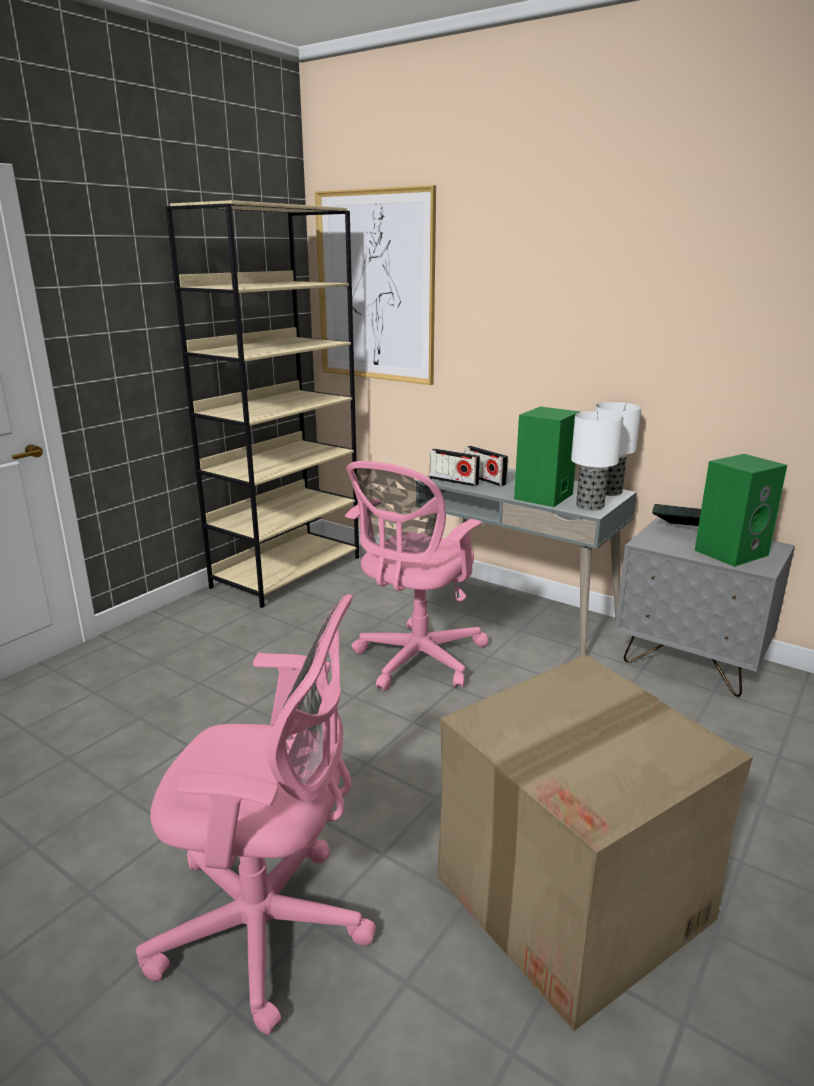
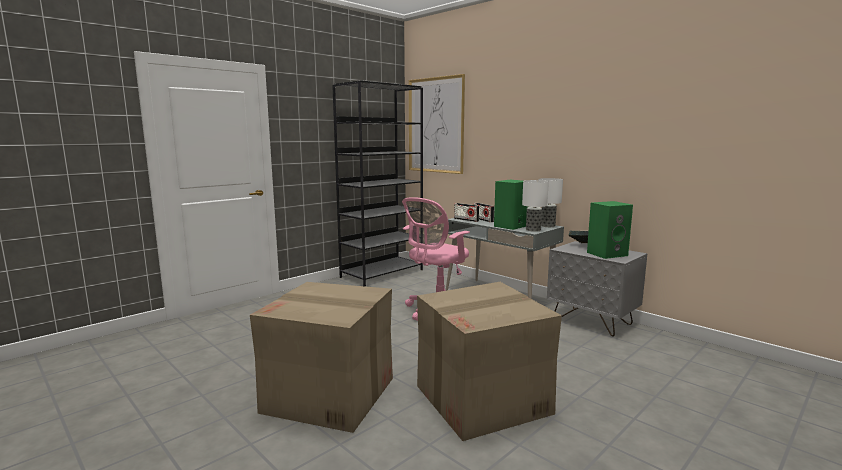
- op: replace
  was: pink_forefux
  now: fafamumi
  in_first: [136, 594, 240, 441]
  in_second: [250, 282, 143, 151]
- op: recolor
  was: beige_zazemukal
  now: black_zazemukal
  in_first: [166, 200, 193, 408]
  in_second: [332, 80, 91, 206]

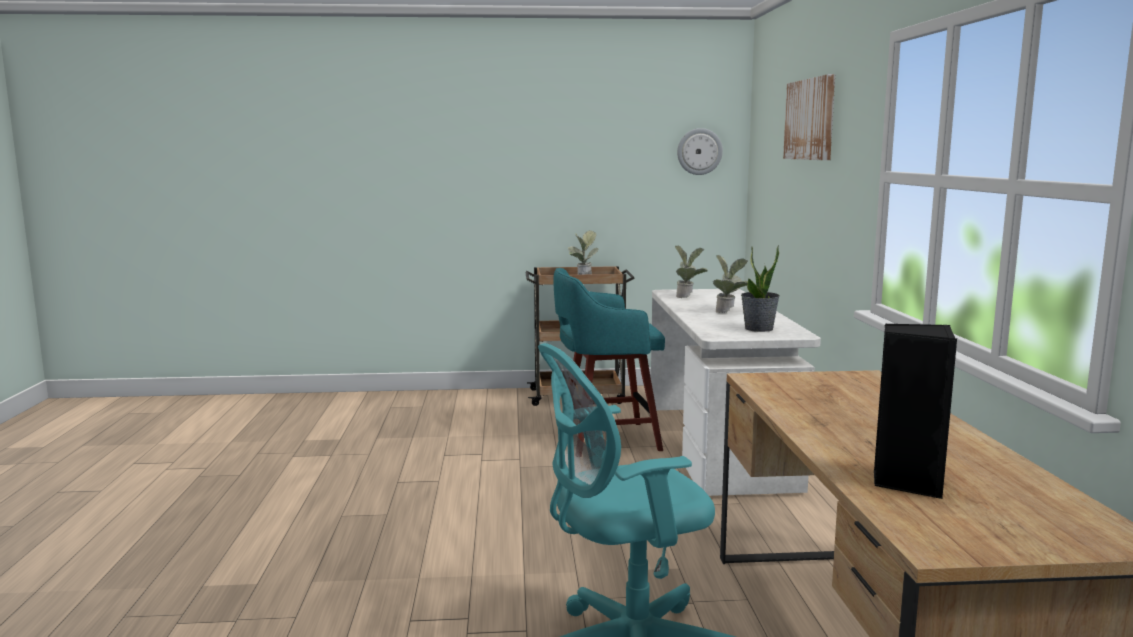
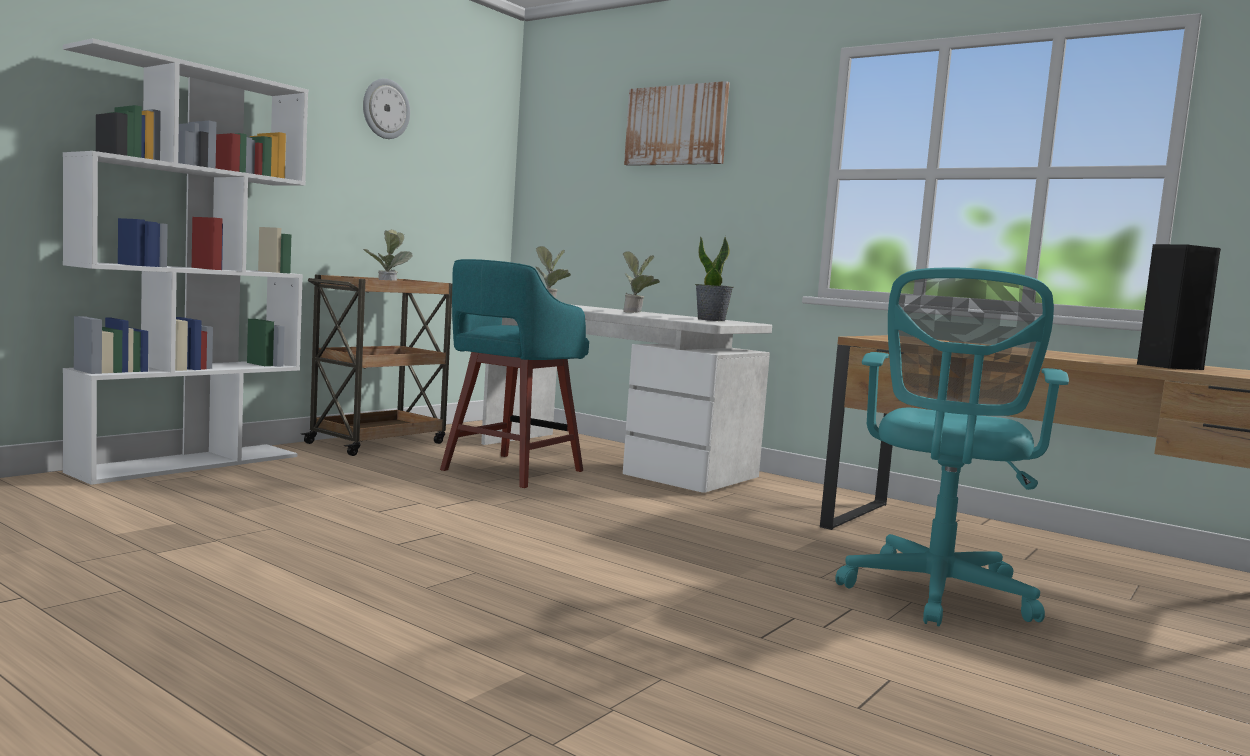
- op: insert
  now: white_zazemukal
  in_second: [63, 38, 245, 447]
- op: move
  was: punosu
  in_first: [677, 128, 46, 47]
  in_second: [363, 78, 47, 61]

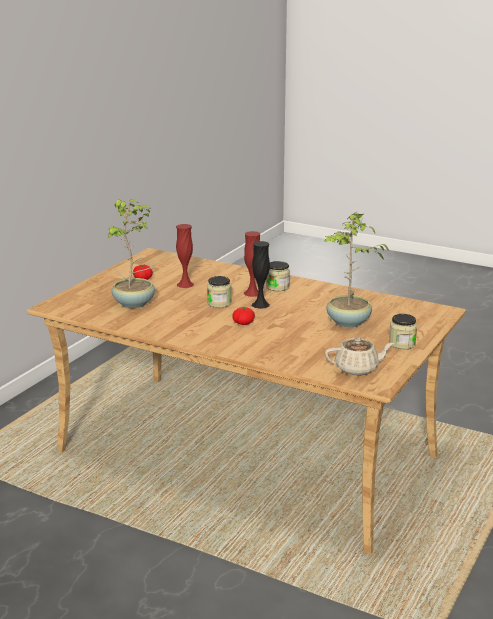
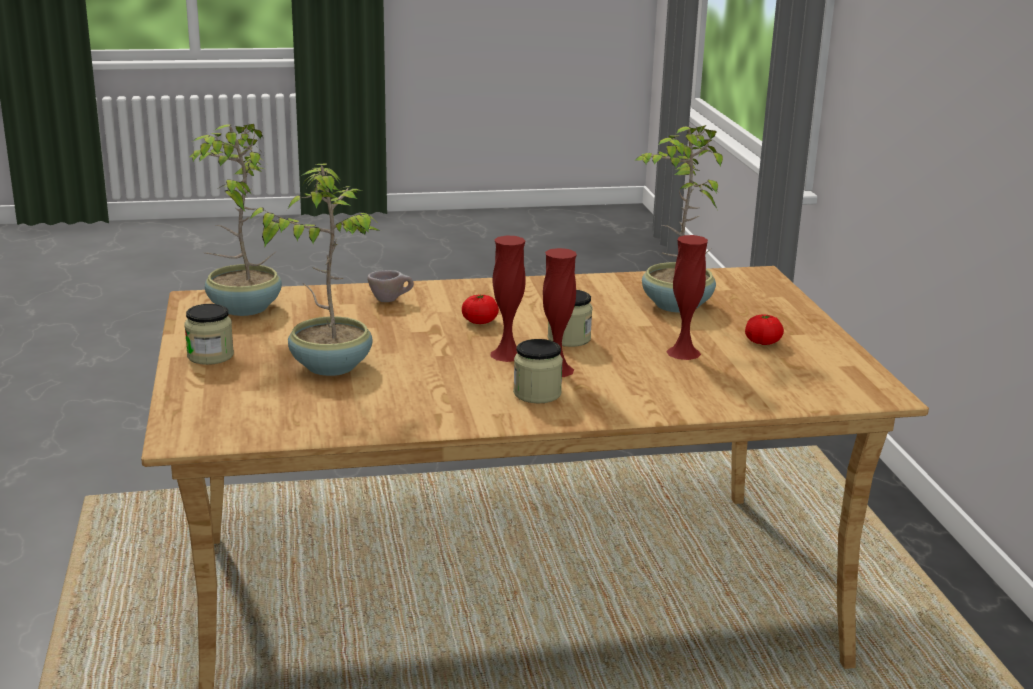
- op: replace
  was: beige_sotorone
  now: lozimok
  in_first: [325, 337, 69, 39]
  in_second: [190, 124, 92, 192]
- op: insert
  now: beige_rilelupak
  in_second: [367, 270, 47, 32]
- op: recolor
  was: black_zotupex
  now: red_zotupex
  in_first: [252, 241, 18, 68]
  in_second: [490, 236, 36, 126]

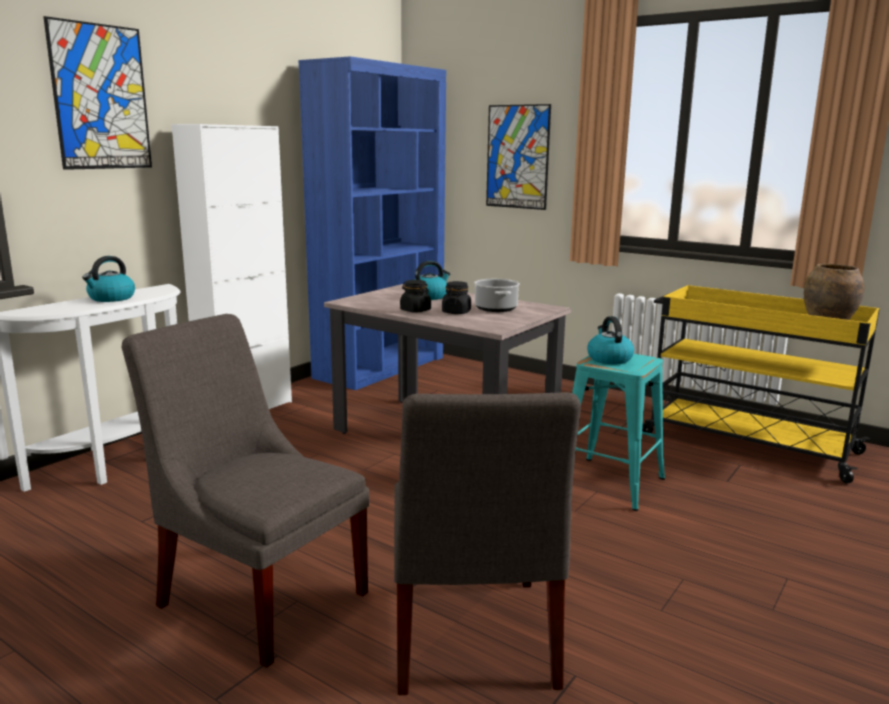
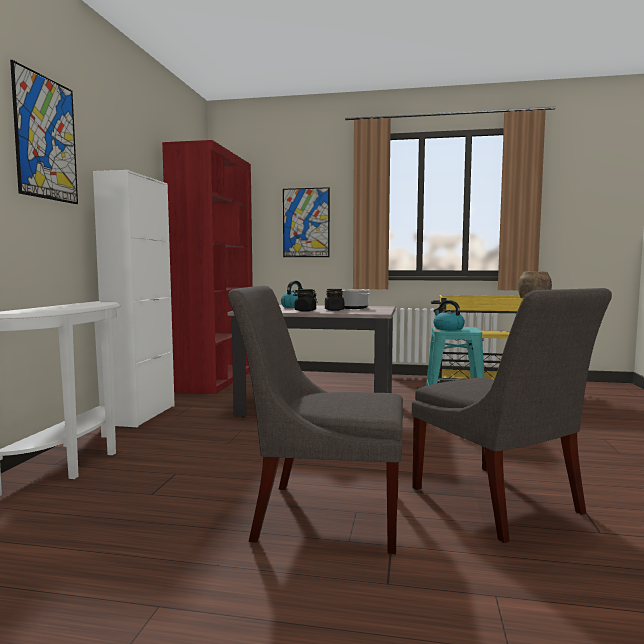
- op: recolor
  was: blue_zazemukal
  now: red_zazemukal
  in_first: [298, 56, 148, 334]
  in_second: [162, 140, 91, 254]
- op: delete
  was: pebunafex
  in_first: [82, 256, 53, 46]

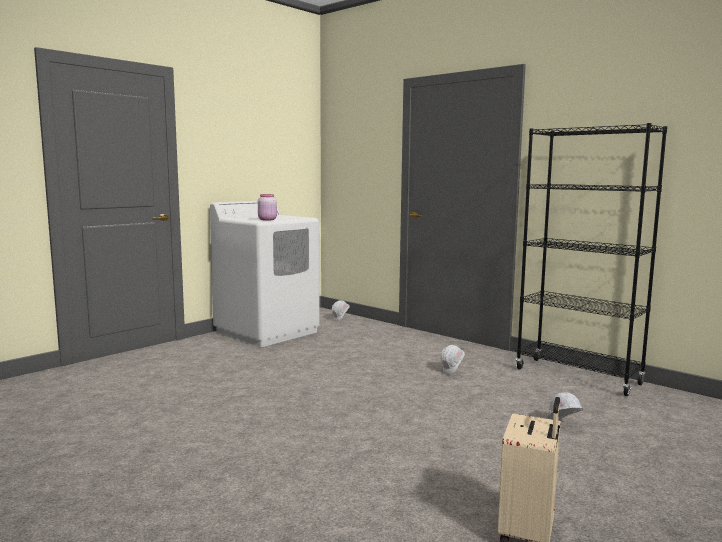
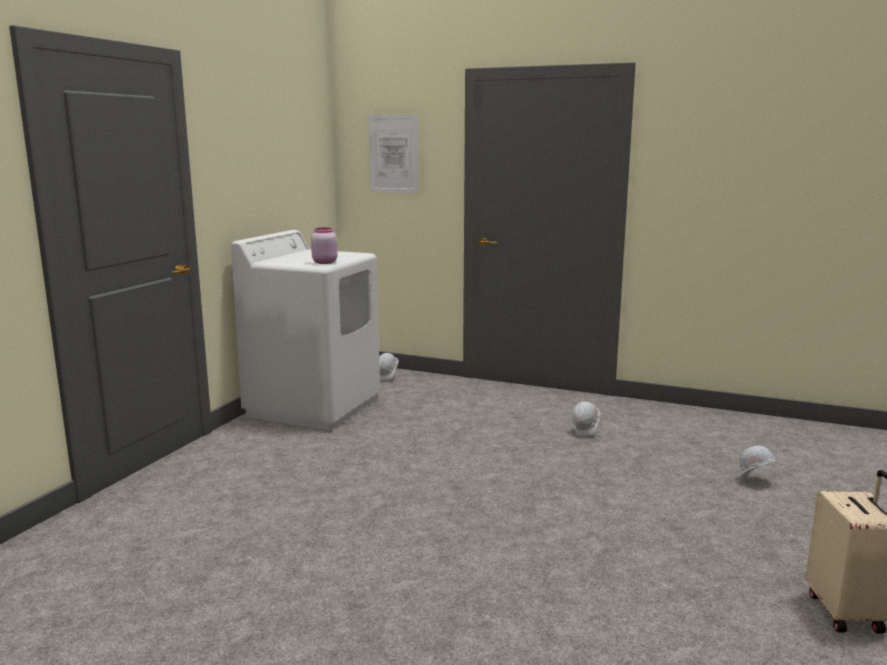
- op: insert
  now: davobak
  in_second: [368, 114, 51, 79]
- op: delete
  was: black_zazemukal
  in_first: [516, 123, 151, 273]

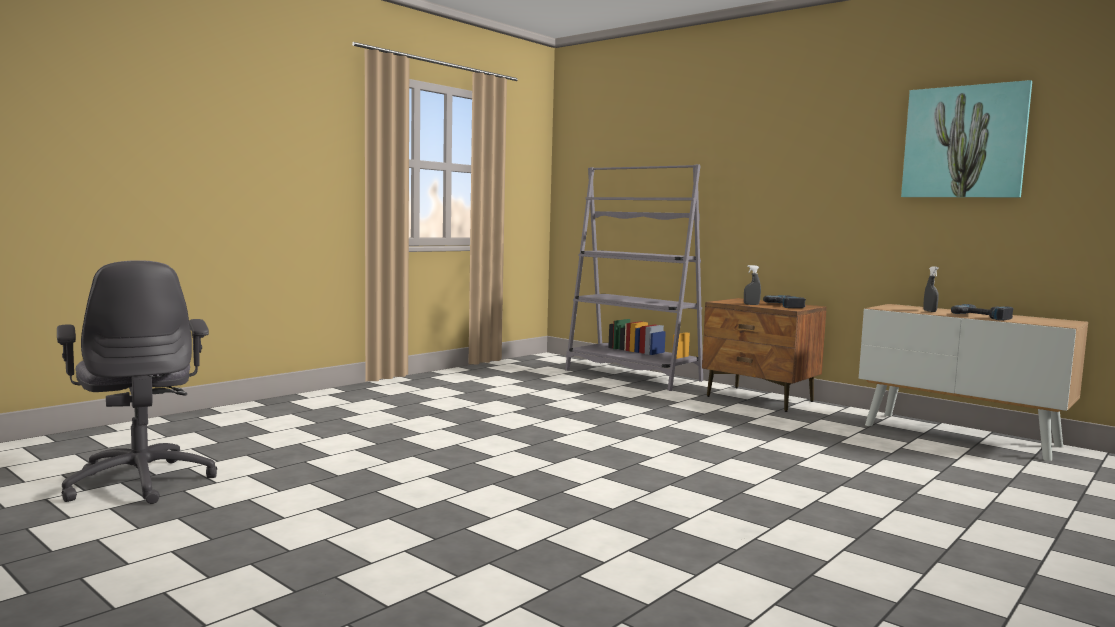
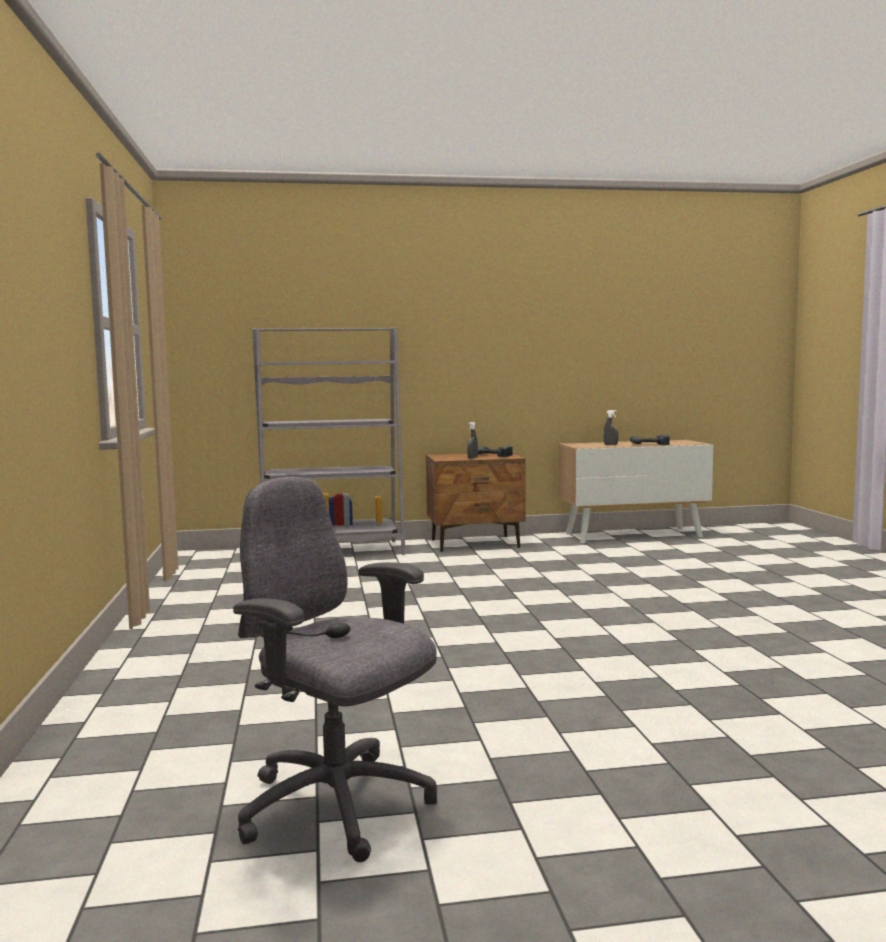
- op: rotate
  was: grey_forefux
  in_first: [57, 260, 160, 244]
  in_second: [233, 477, 204, 385]
  clockwise: -150
- op: delete
  was: davobak
  in_first: [901, 80, 131, 117]

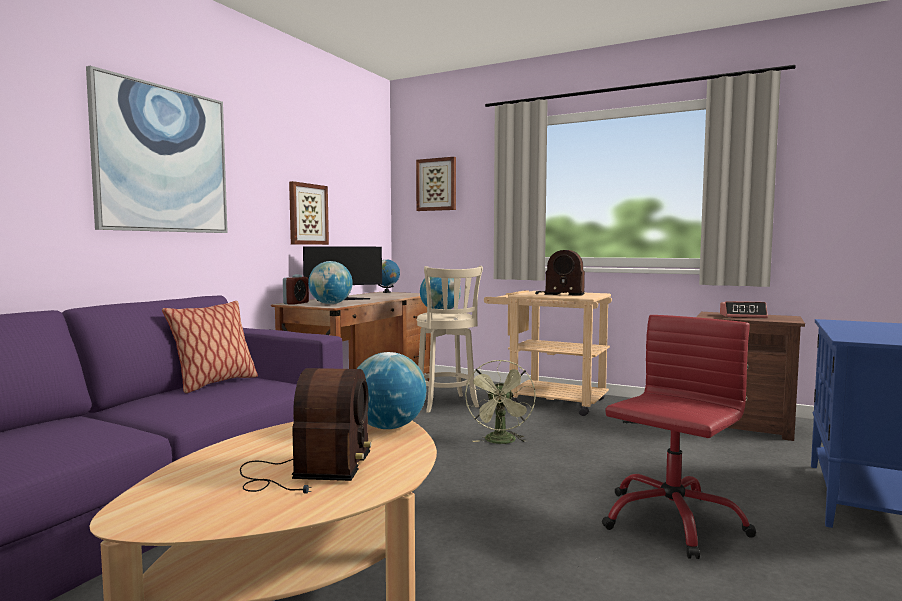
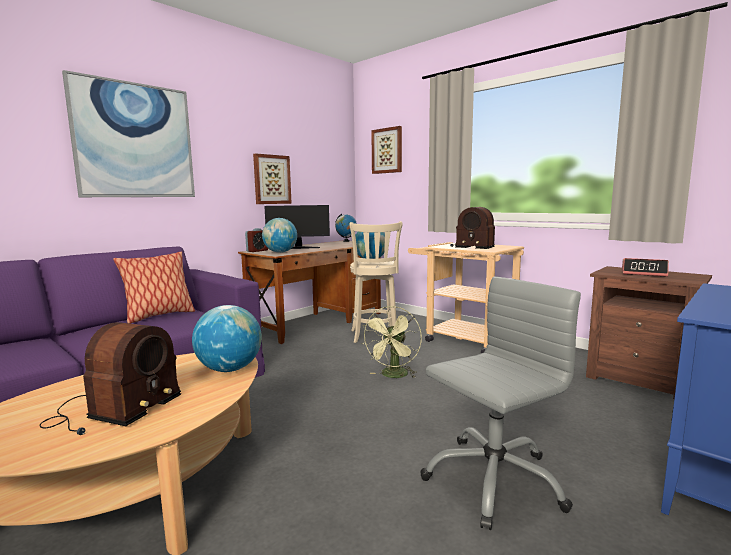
- op: recolor
  was: red_forefux
  now: grey_forefux
  in_first: [602, 315, 154, 244]
  in_second: [420, 276, 161, 254]

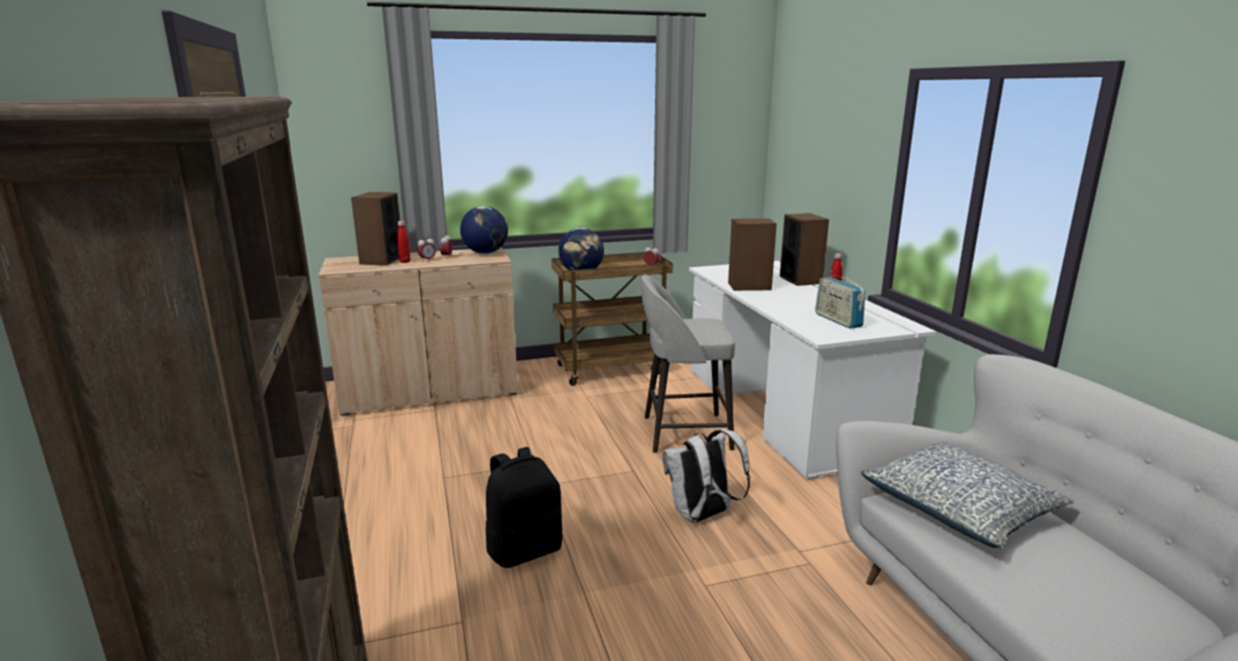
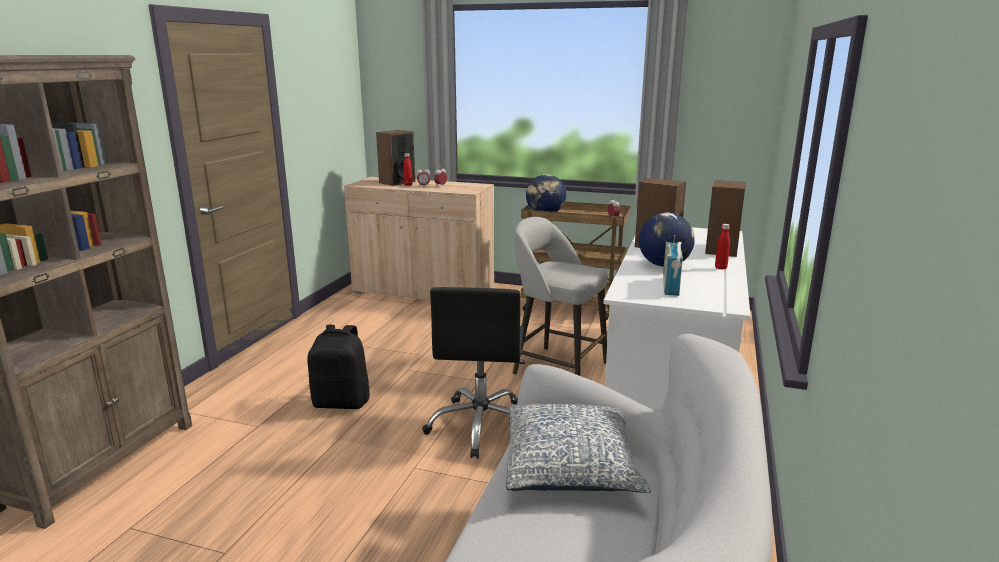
- op: replace
  was: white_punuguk
  now: black_forefux
  in_first: [662, 429, 88, 94]
  in_second: [422, 287, 104, 171]
- op: move
  was: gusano
  in_first: [460, 206, 48, 48]
  in_second: [639, 213, 56, 54]

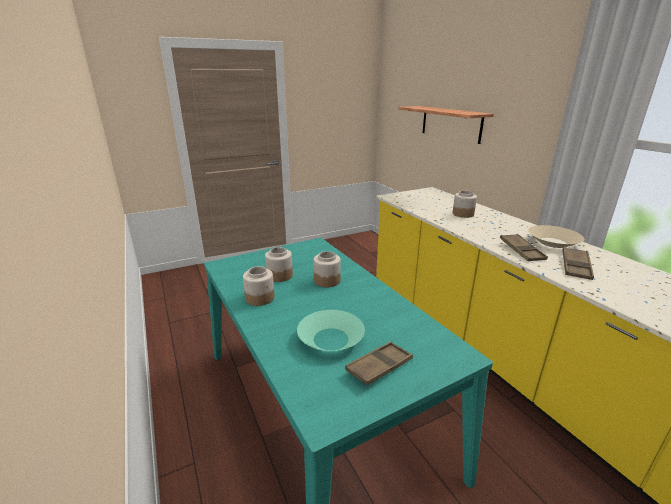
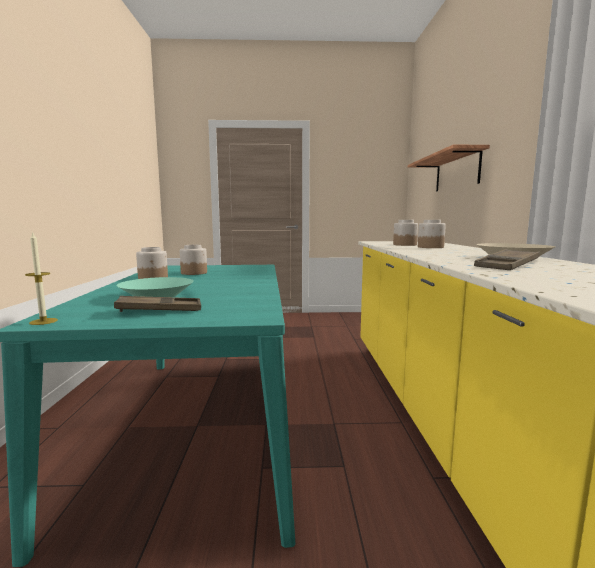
- op: insert
  now: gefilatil
  in_second: [25, 233, 33, 92]
- op: move
  was: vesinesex
  in_first: [313, 251, 28, 36]
  in_second: [393, 220, 25, 26]
- op: delete
  was: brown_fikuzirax
  in_first: [500, 234, 48, 27]

